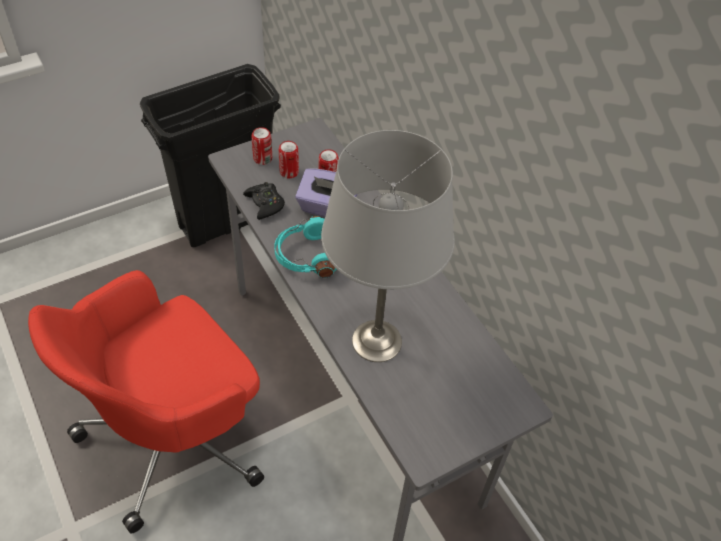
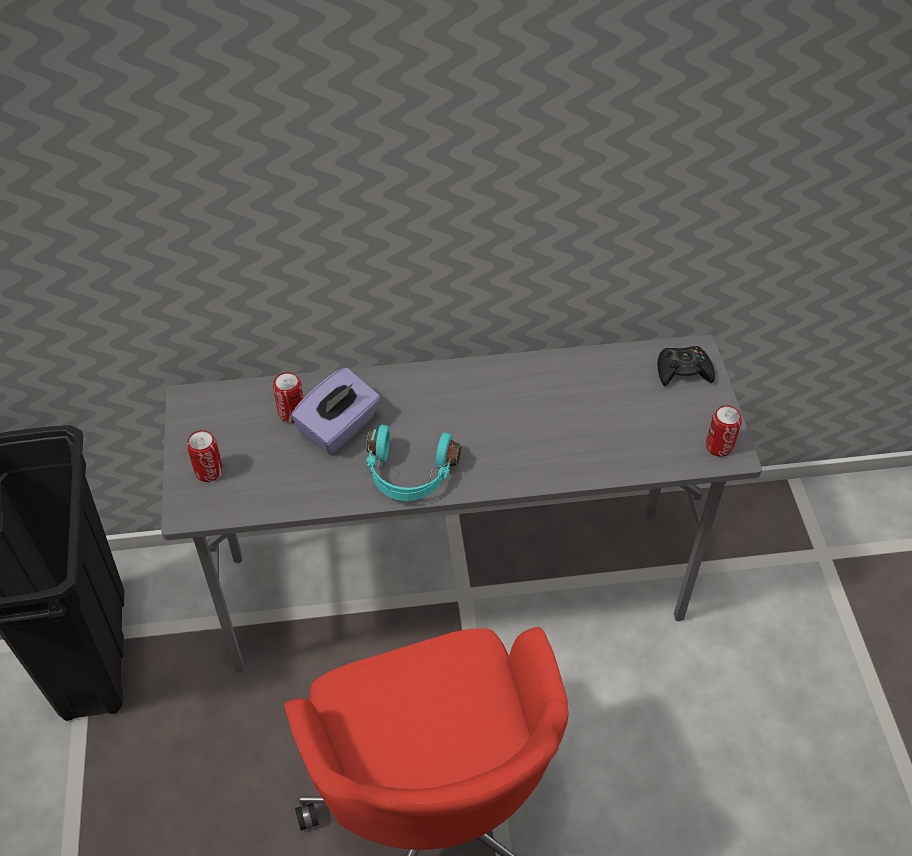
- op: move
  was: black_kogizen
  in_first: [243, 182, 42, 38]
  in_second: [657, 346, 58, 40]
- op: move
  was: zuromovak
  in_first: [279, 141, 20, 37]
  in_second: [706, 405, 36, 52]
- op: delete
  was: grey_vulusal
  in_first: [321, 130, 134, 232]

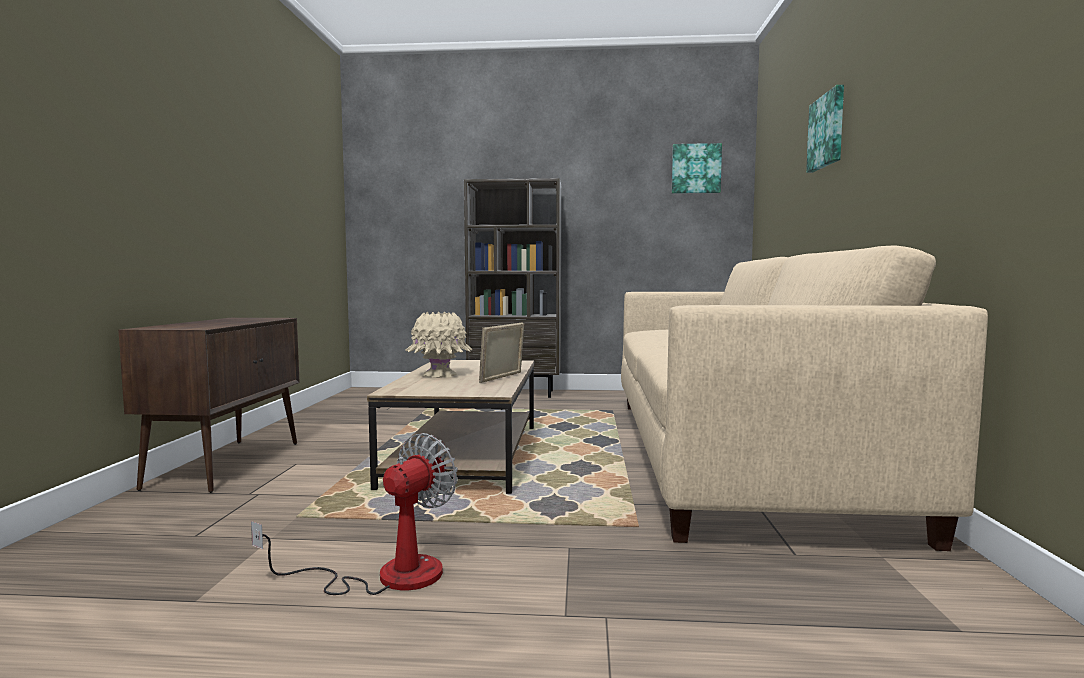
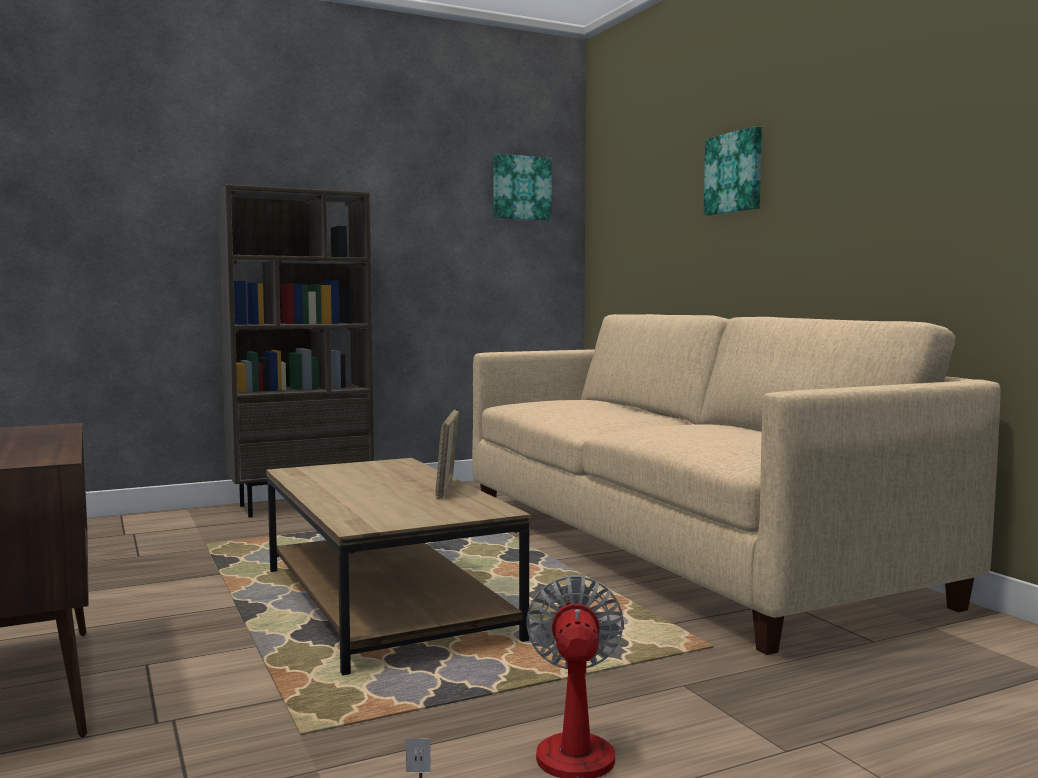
- op: delete
  was: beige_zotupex
  in_first: [406, 311, 66, 67]

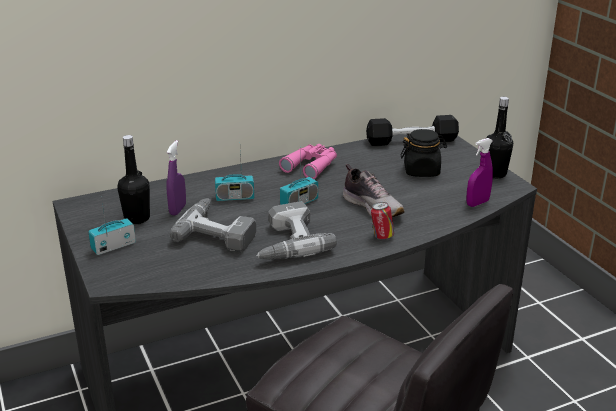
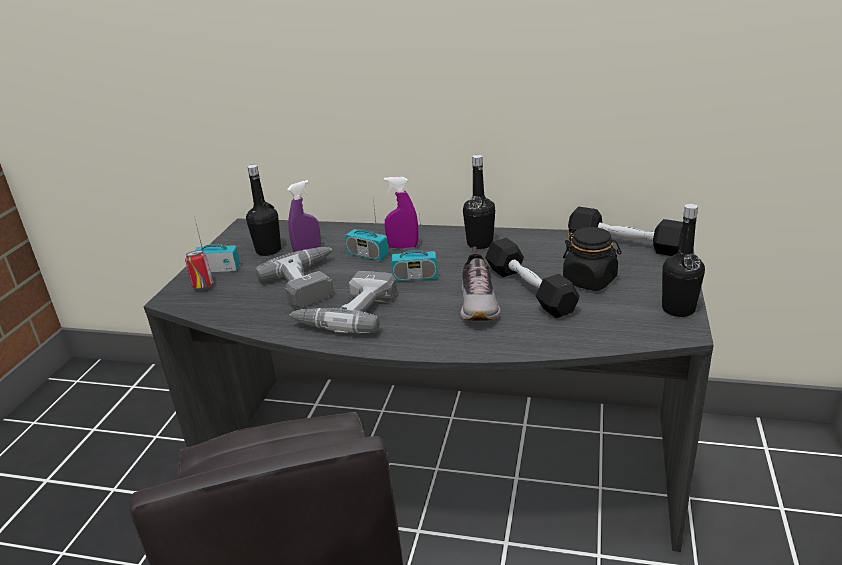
- op: move
  was: zuromovak
  in_first: [371, 202, 23, 38]
  in_second: [185, 250, 28, 40]
- op: move
  was: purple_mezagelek
  in_first: [466, 138, 27, 69]
  in_second: [384, 177, 35, 71]
- op: replace
  was: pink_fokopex
  now: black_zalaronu
  in_first: [279, 144, 58, 35]
  in_second: [463, 155, 32, 94]
- op: insert
  now: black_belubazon
  in_second: [485, 238, 94, 80]

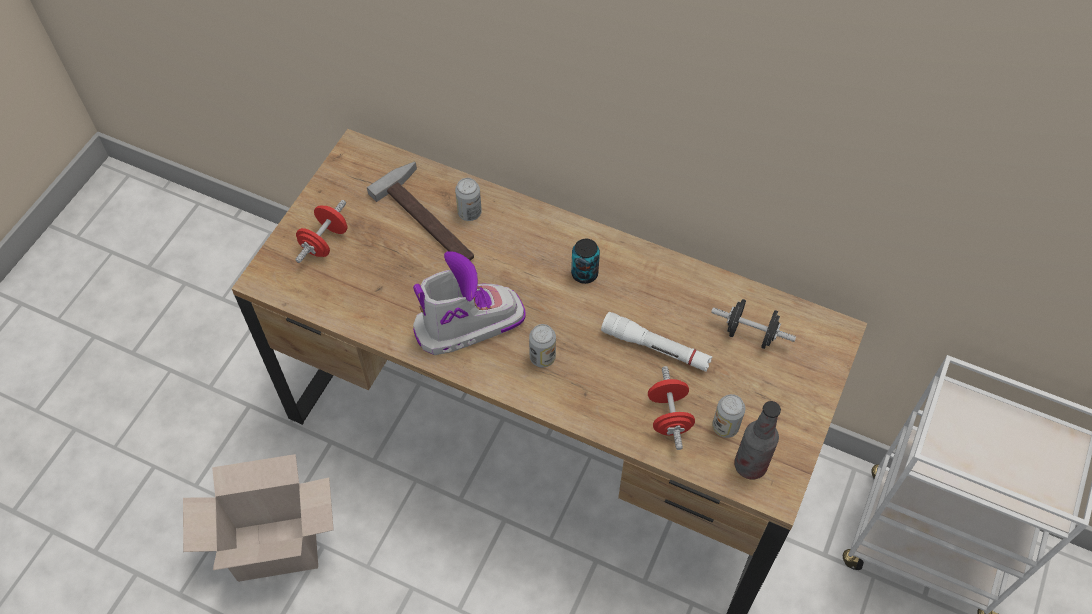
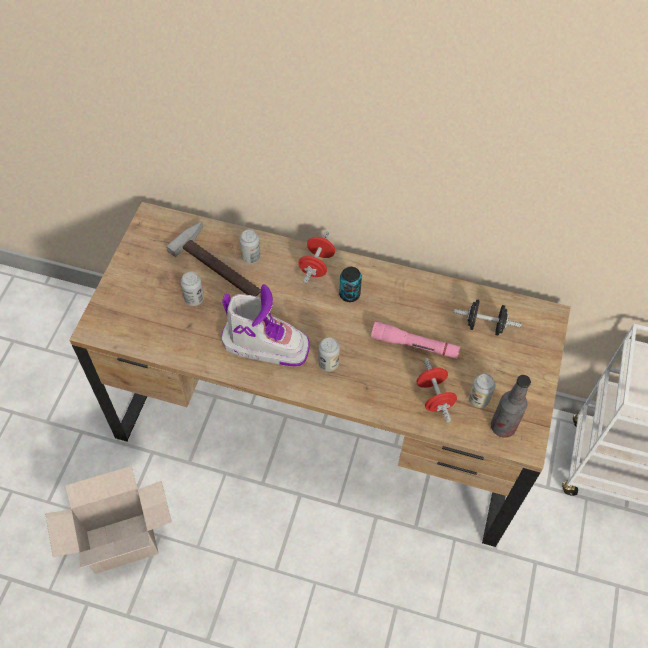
- op: insert
  now: zuromovak
  in_second: [181, 272, 23, 34]
- op: rotate
  was: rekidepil
  in_first: [413, 251, 113, 104]
  in_second: [221, 284, 89, 83]
  clockwise: 45
- op: move
  was: red_belubazon
  in_first: [296, 200, 52, 63]
  in_second: [298, 231, 37, 52]
- op: recolor
  was: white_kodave
  now: pink_kodave
  in_first: [601, 312, 111, 60]
  in_second: [371, 322, 89, 37]

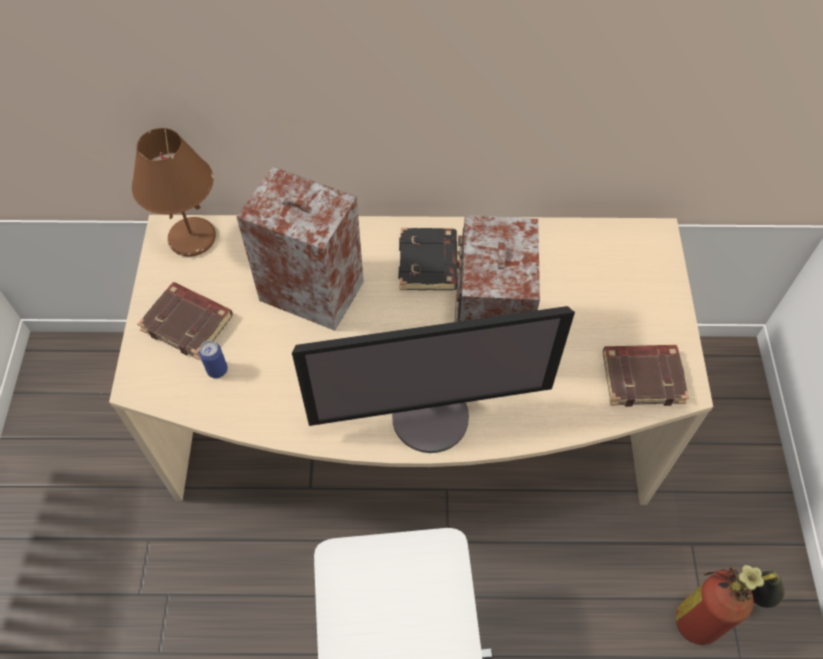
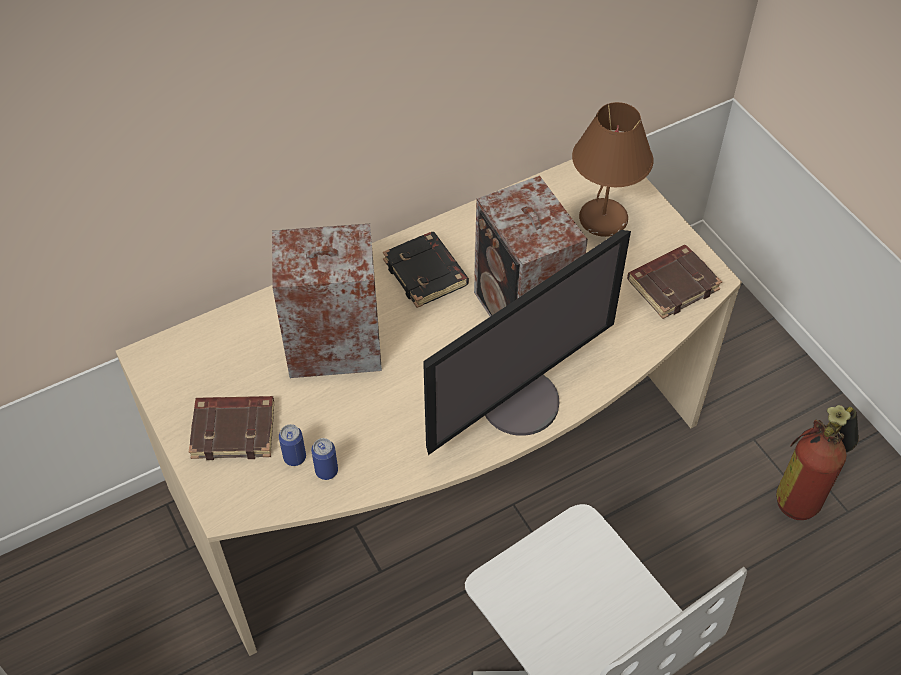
- op: insert
  now: zuromovak
  in_second: [311, 438, 27, 42]
- op: move
  was: brown_vulusal
  in_first: [132, 128, 84, 129]
  in_second: [572, 102, 81, 135]

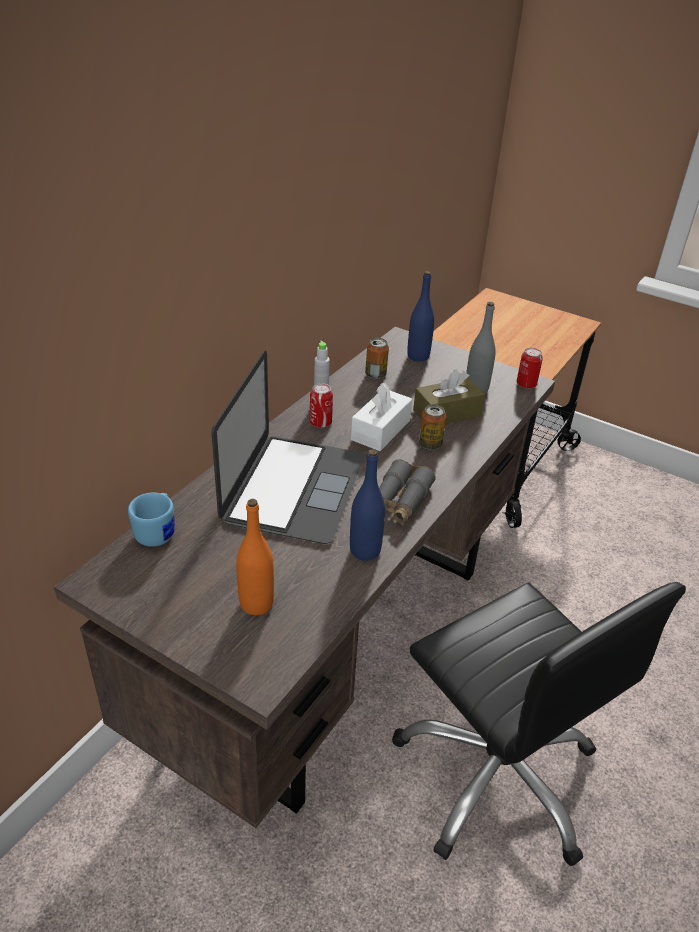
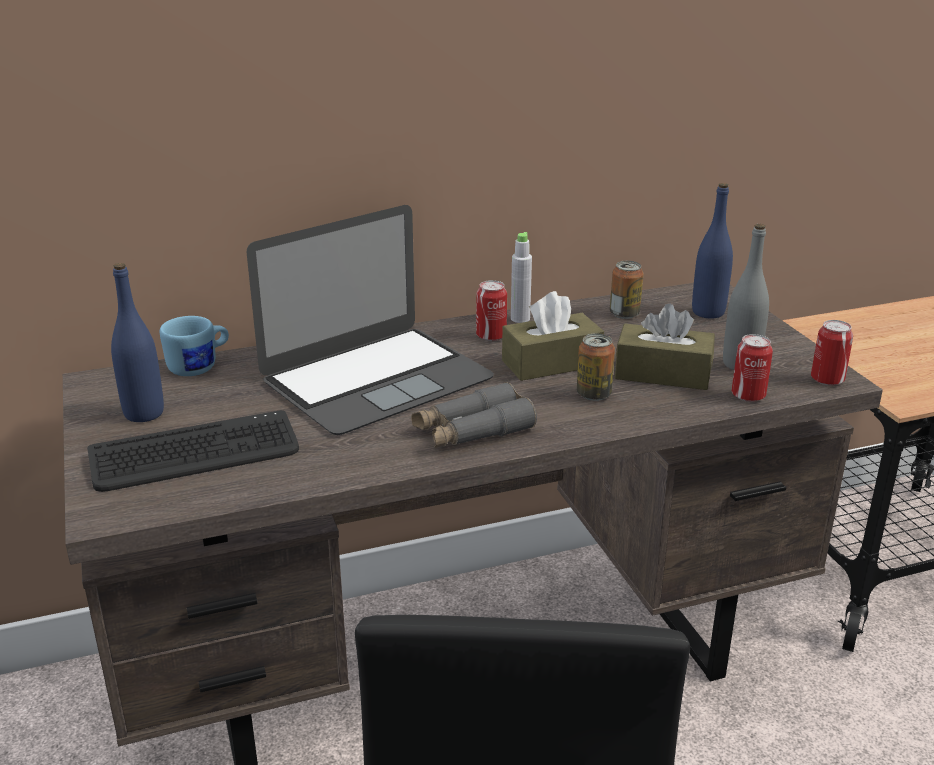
- op: replace
  was: orange_zalaronu
  now: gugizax
  in_first: [236, 499, 38, 116]
  in_second: [87, 410, 212, 82]
- op: move
  was: blue_zalaronu
  in_first: [350, 449, 35, 112]
  in_second: [111, 263, 53, 159]
- op: recolor
  was: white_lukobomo
  now: brown_lukobomo
  in_first: [351, 383, 61, 68]
  in_second: [502, 291, 102, 90]
- op: insert
  now: zuromovak
  in_second: [732, 334, 41, 68]

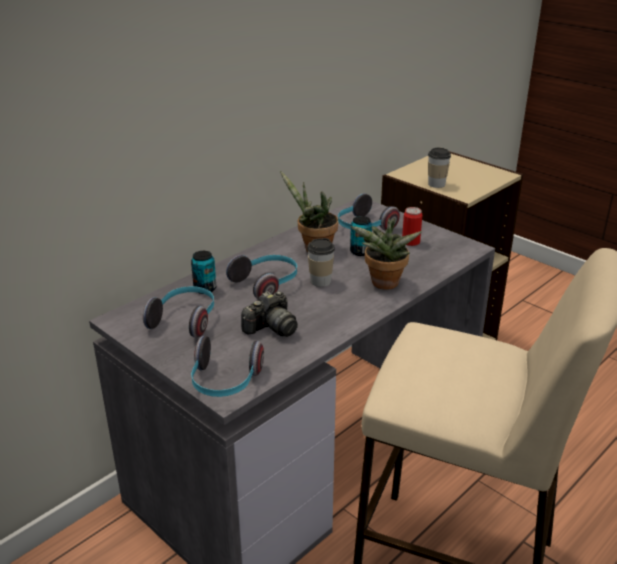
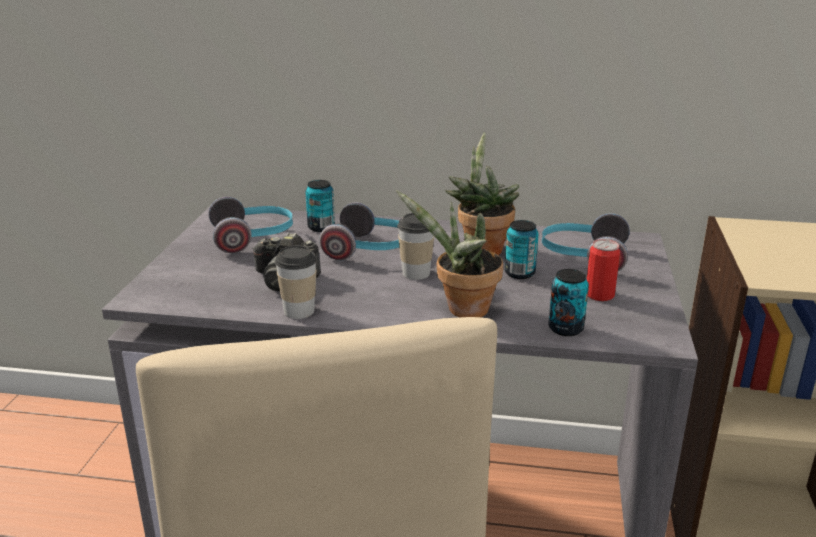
- op: move
  was: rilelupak
  in_first: [428, 148, 23, 40]
  in_second: [275, 245, 42, 74]
- op: insert
  now: zuromovak
  in_second: [548, 269, 41, 67]
- op: delete
  was: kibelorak
  in_first: [191, 336, 73, 61]

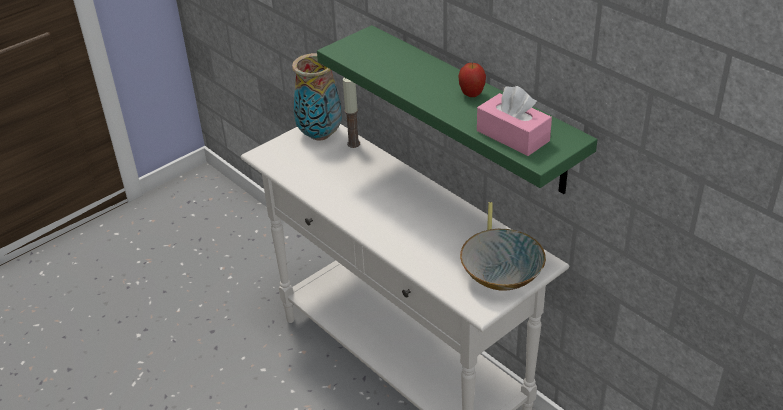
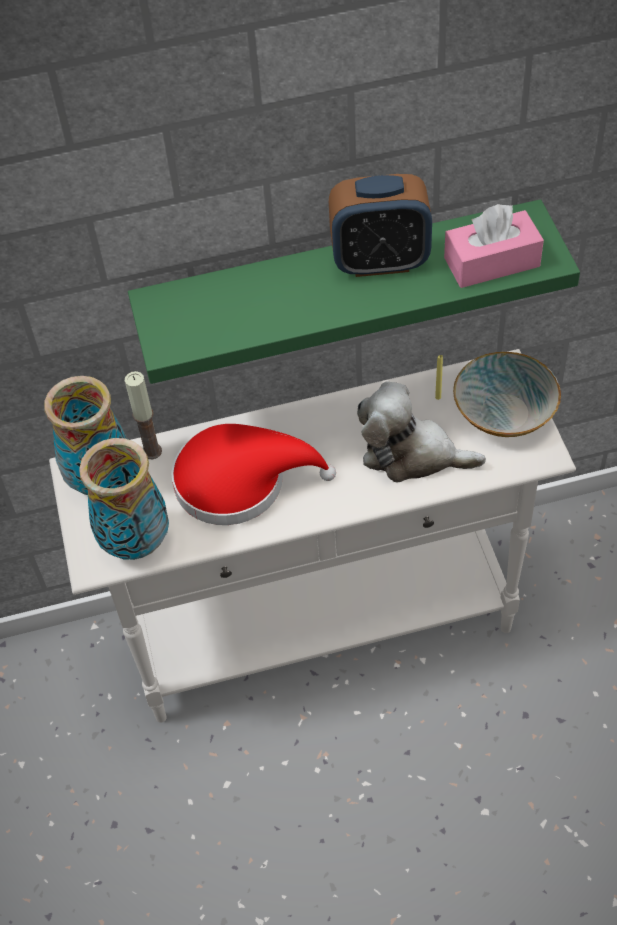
- op: insert
  now: zotupex
  in_second: [79, 438, 90, 122]
- op: insert
  now: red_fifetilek
  in_second: [171, 424, 165, 101]
- op: replace
  was: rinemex
  now: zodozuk
  in_first: [458, 62, 28, 35]
  in_second: [329, 174, 103, 103]
- op: insert
  now: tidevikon
  in_second: [357, 381, 129, 101]

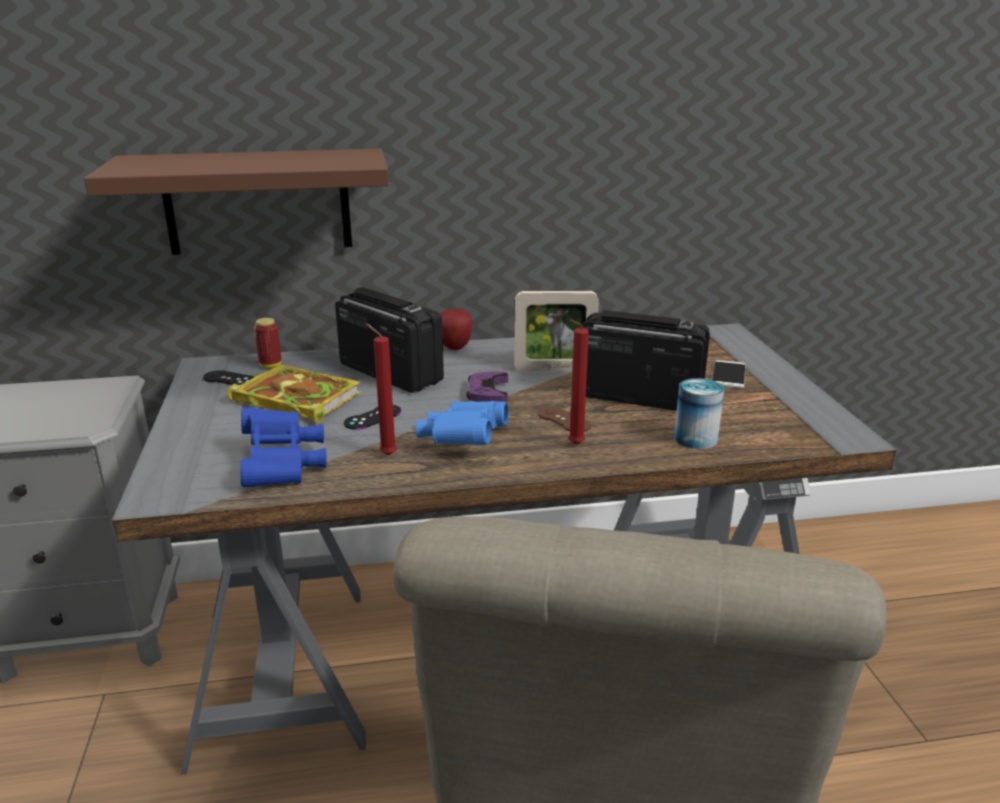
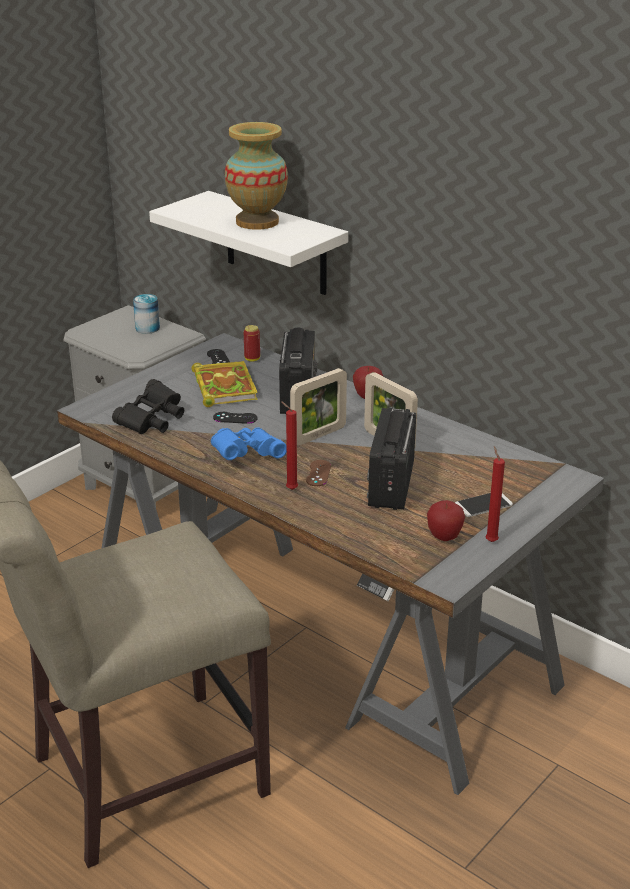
- op: recolor
  was: blue_fokopex
  now: black_fokopex
  in_first: [240, 407, 86, 80]
  in_second: [112, 379, 72, 55]
- op: move
  was: zuromovak
  in_first: [674, 378, 50, 72]
  in_second: [133, 294, 27, 40]
- op: recolor
  was: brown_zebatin
  now: white_zebatin
  in_first: [84, 149, 305, 106]
  in_second: [149, 191, 199, 104]
- op: insert
  now: zotupex
  in_second: [225, 122, 63, 108]
- op: replace
  was: purple_kogizen
  now: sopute
  in_first: [466, 371, 42, 31]
  in_second: [290, 368, 57, 78]
- op: rotate
  was: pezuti
  in_first: [582, 310, 128, 101]
  in_second: [367, 407, 49, 103]
  clockwise: -150
- op: insert
  now: rinemex
  in_second: [427, 500, 38, 41]
- op: move
  was: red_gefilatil
  in_first: [366, 323, 31, 132]
  in_second: [485, 446, 20, 96]

